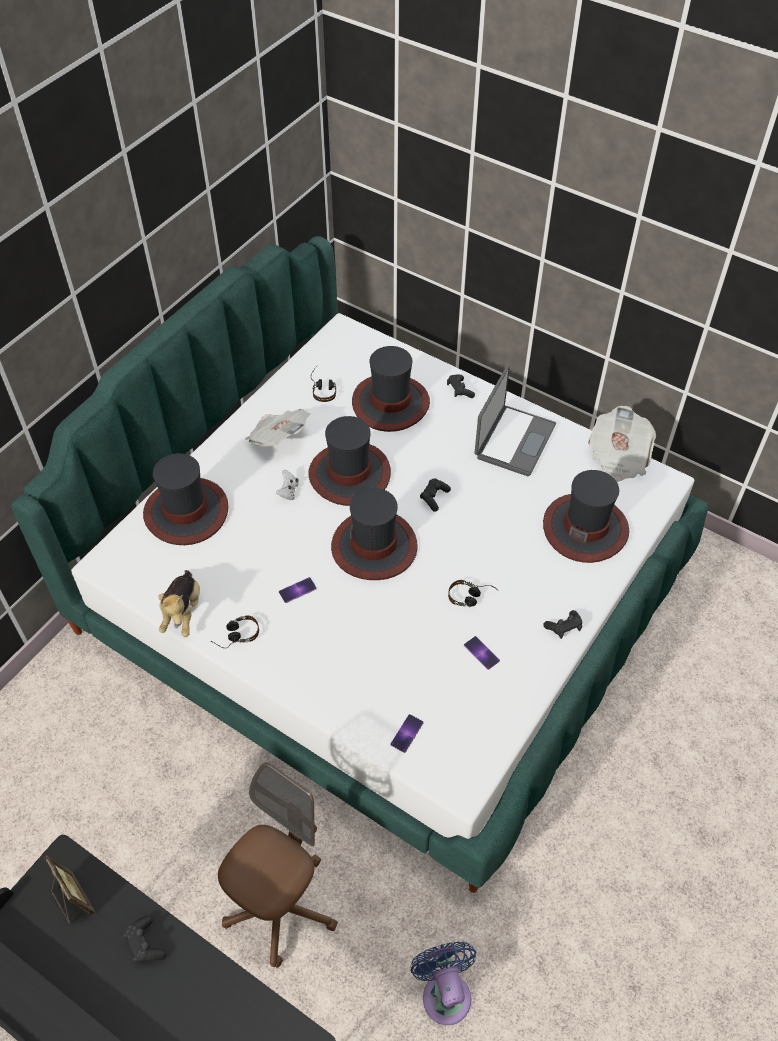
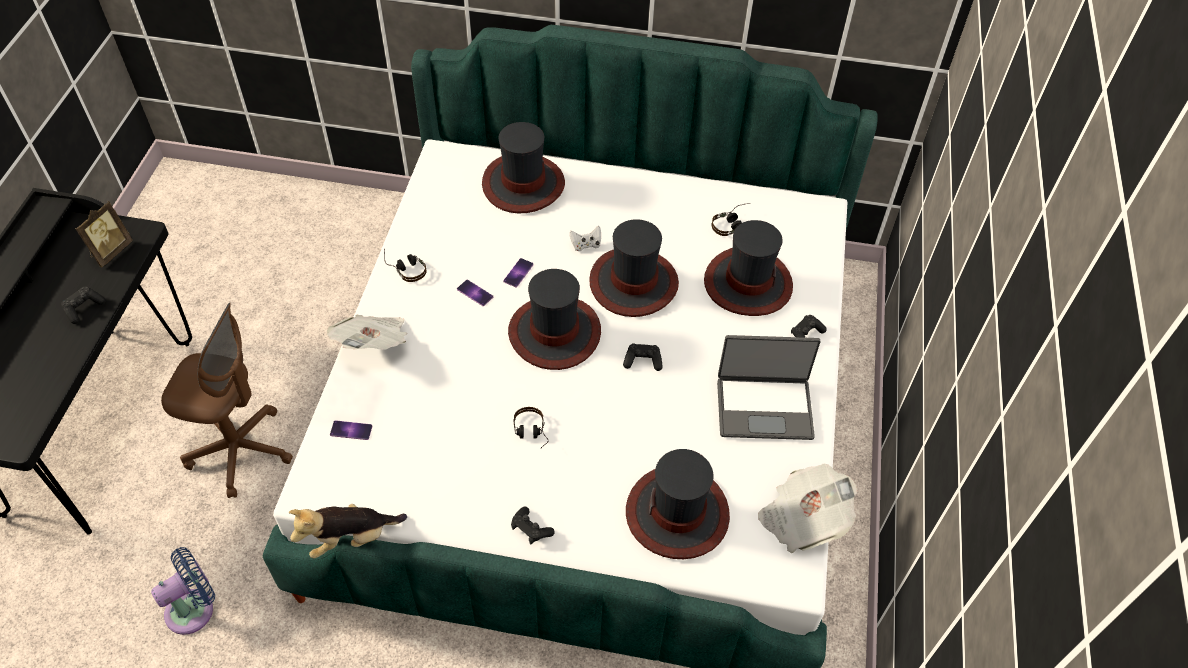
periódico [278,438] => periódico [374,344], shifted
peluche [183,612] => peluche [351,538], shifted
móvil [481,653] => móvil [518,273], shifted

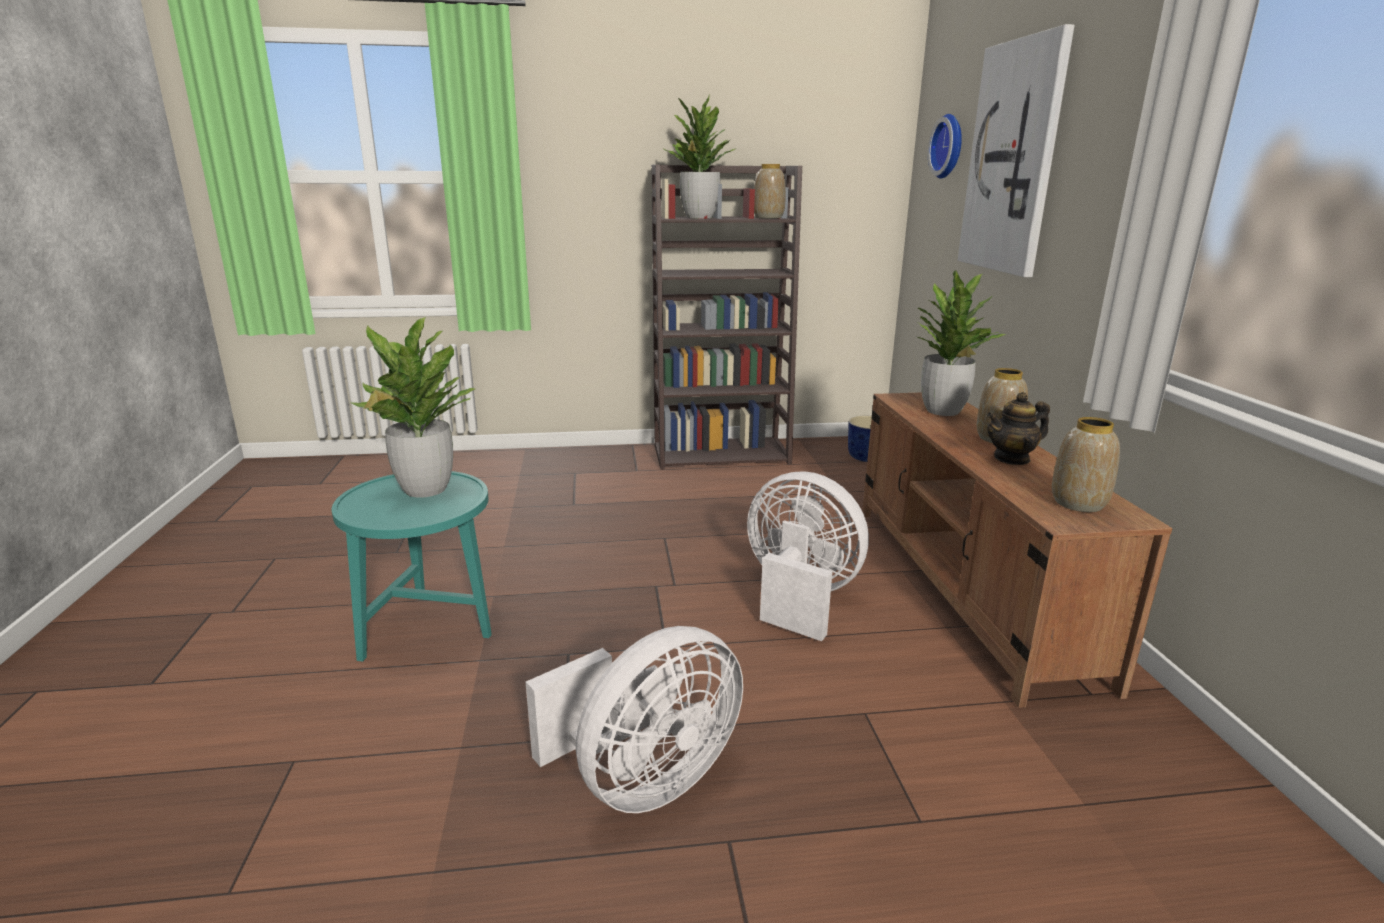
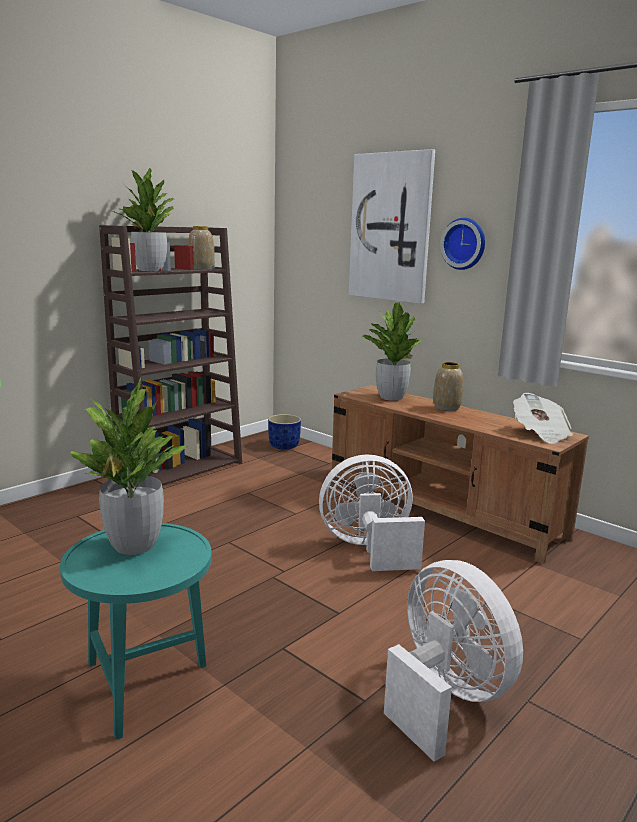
reloj de pared [949,146] => reloj de pared [464,244], shifted
tetera [1012,458] => nothing
florero [1078,504] => periódico [540,433]
ventilador [blanco] [644,781] => ventilador [blanco] [445,697], 45 degrees counterclockwise

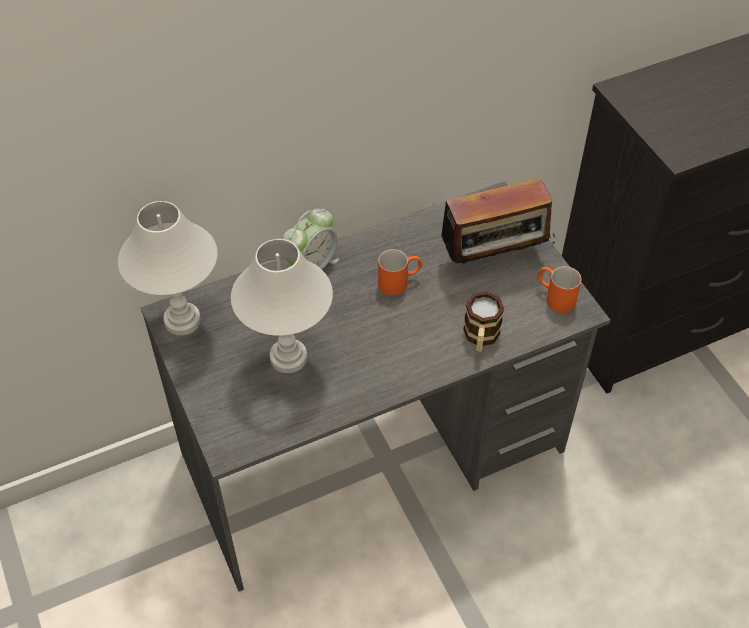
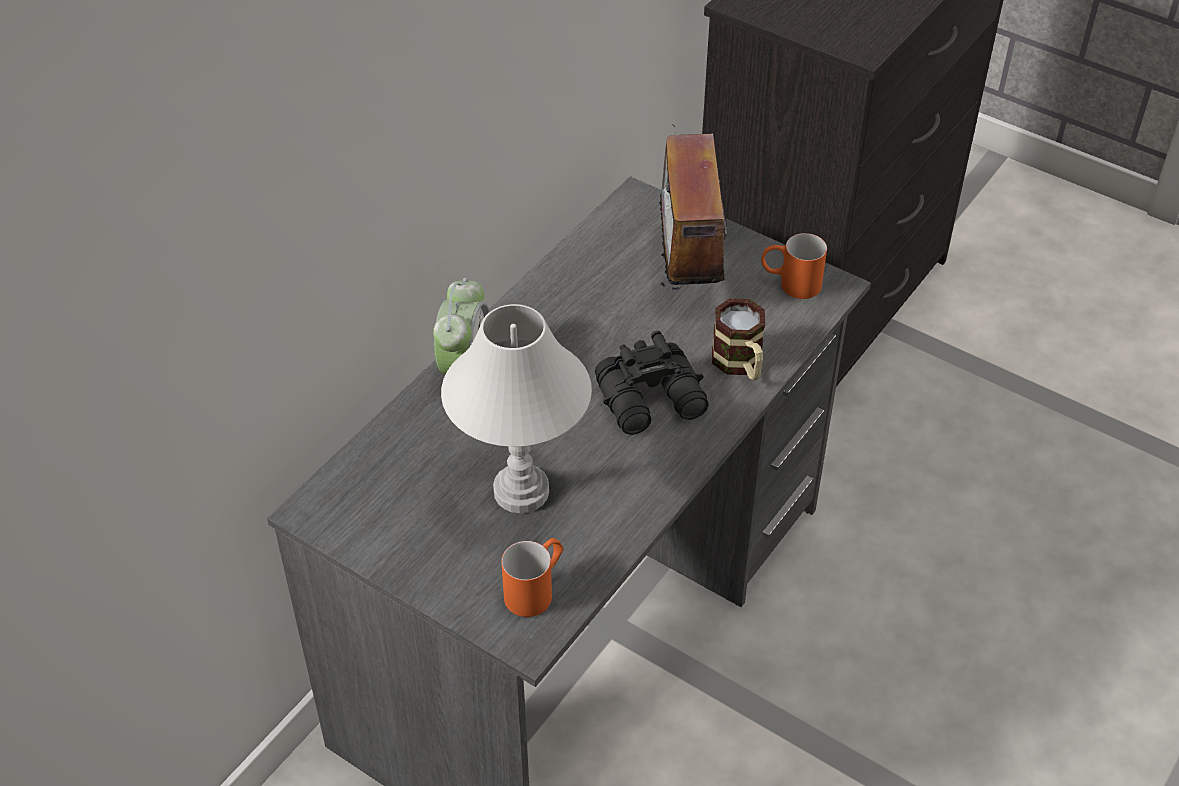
radio [494,259] => radio [687,270], 135 degrees clockwise
lámpara de mesa [blanco] [182,320] => nothing
taza grande [naranja] [400,282] => taza grande [naranja] [536,589], shifted
nothing => prismáticos [negro] [653,401]

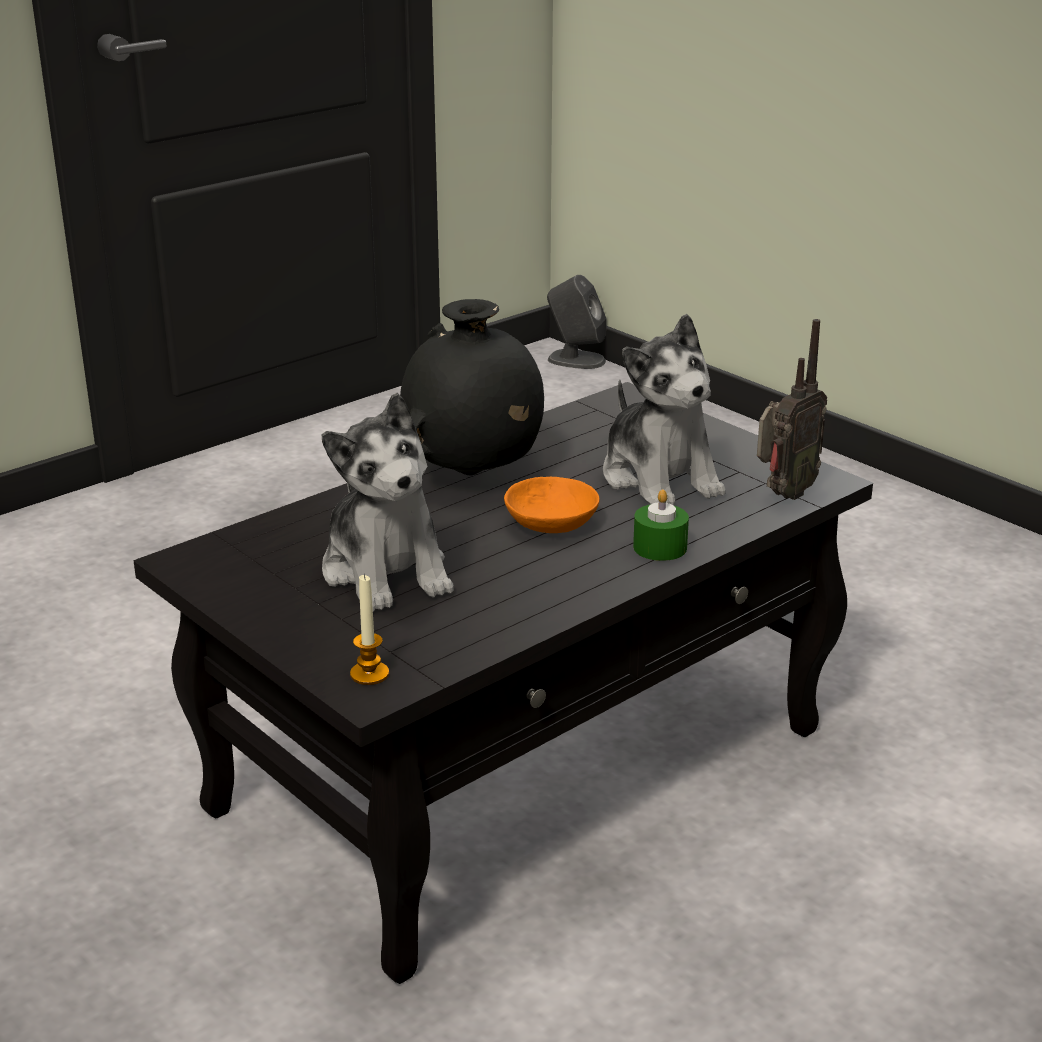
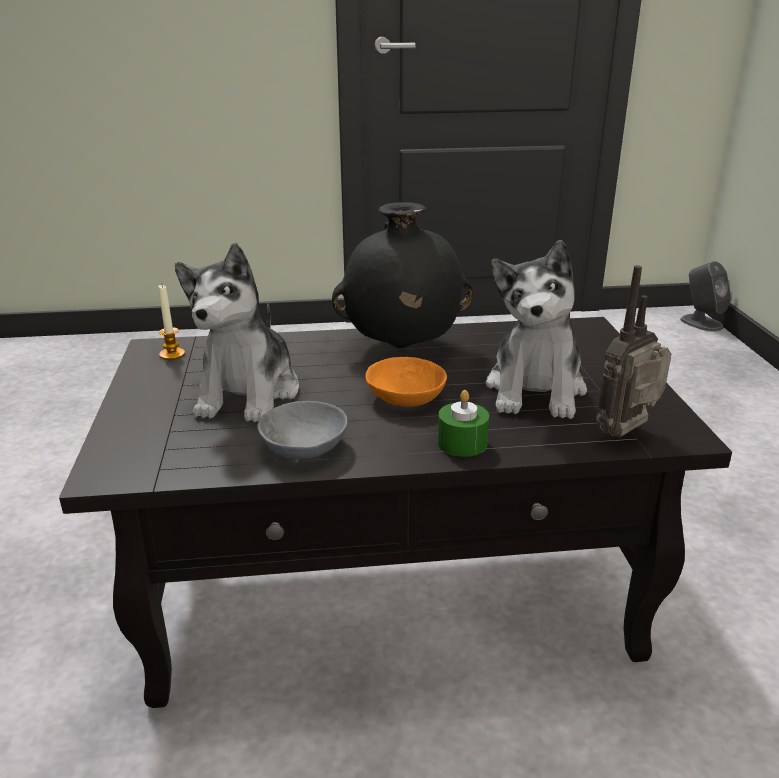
radio [783,494] => radio [628,435], 150 degrees clockwise
vela [369,674] => vela [172,354], shifted
nothing => cuenco [gris] [305,448]

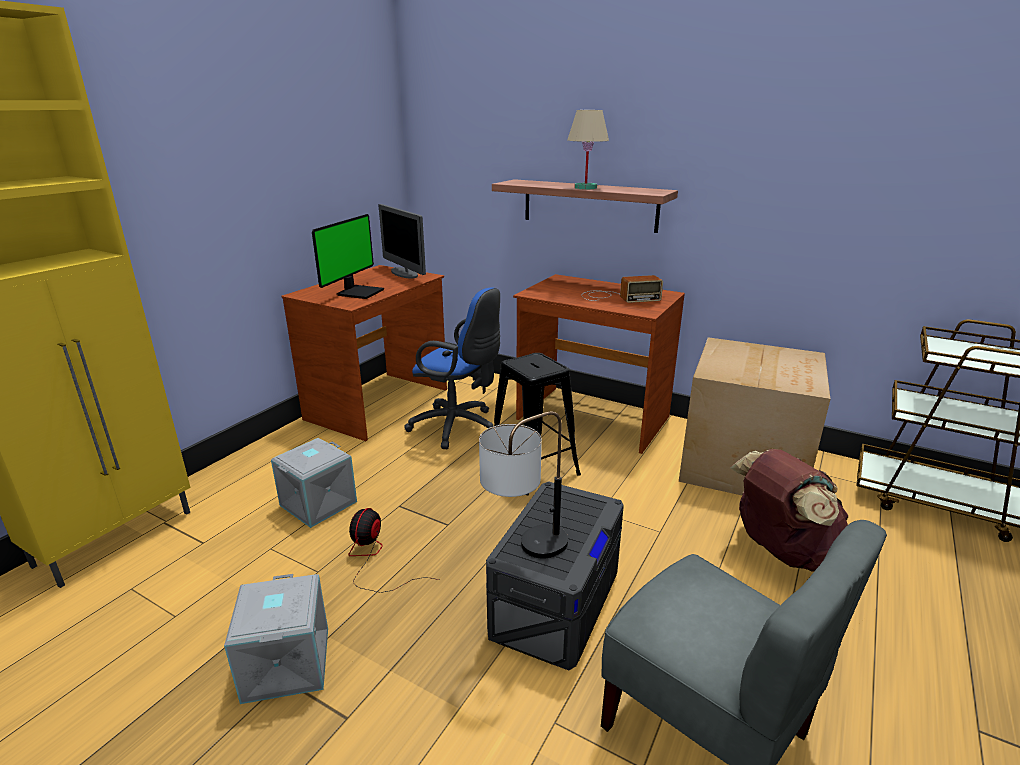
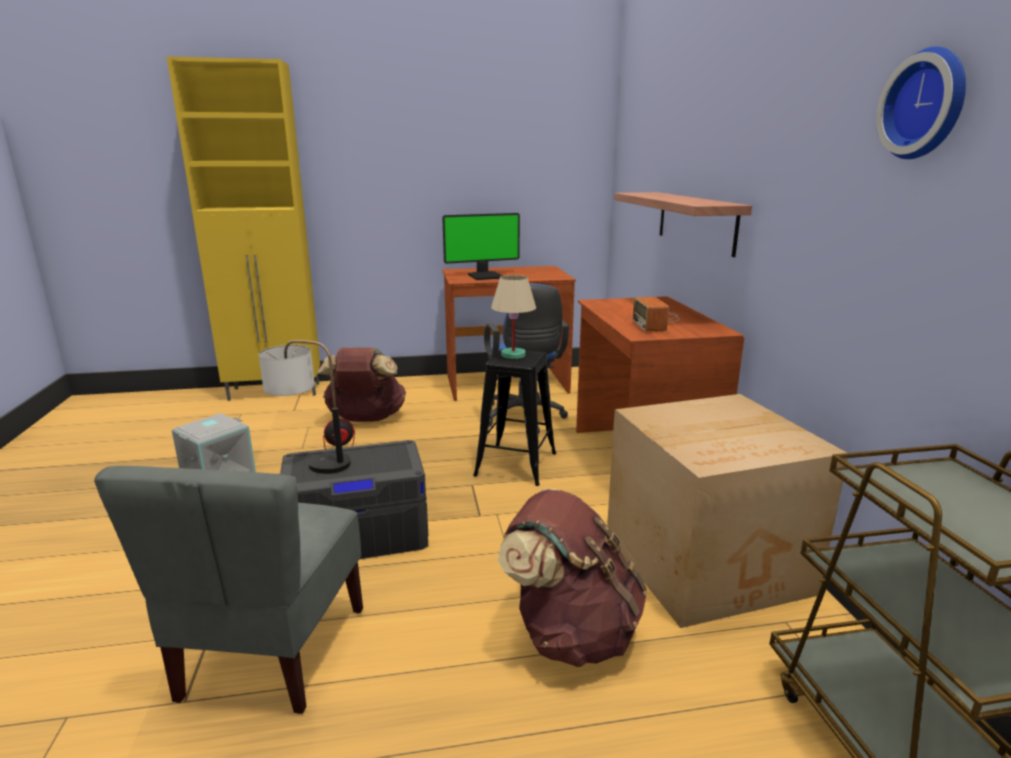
lámpara de mesa [beis] [585,187] => lámpara de mesa [beis] [513,355], shifted
monitor [404,273] => nothing
radio [617,297] => radio [656,320], 45 degrees clockwise
caja de almacenaje [gris] [318,504] => mochila [marrón] [365,419]
nothing => reloj de pared [927,104]

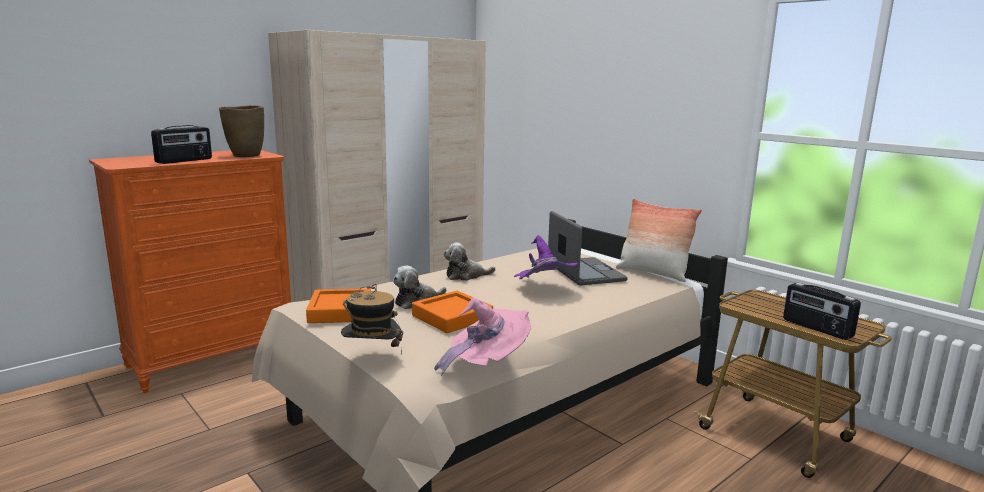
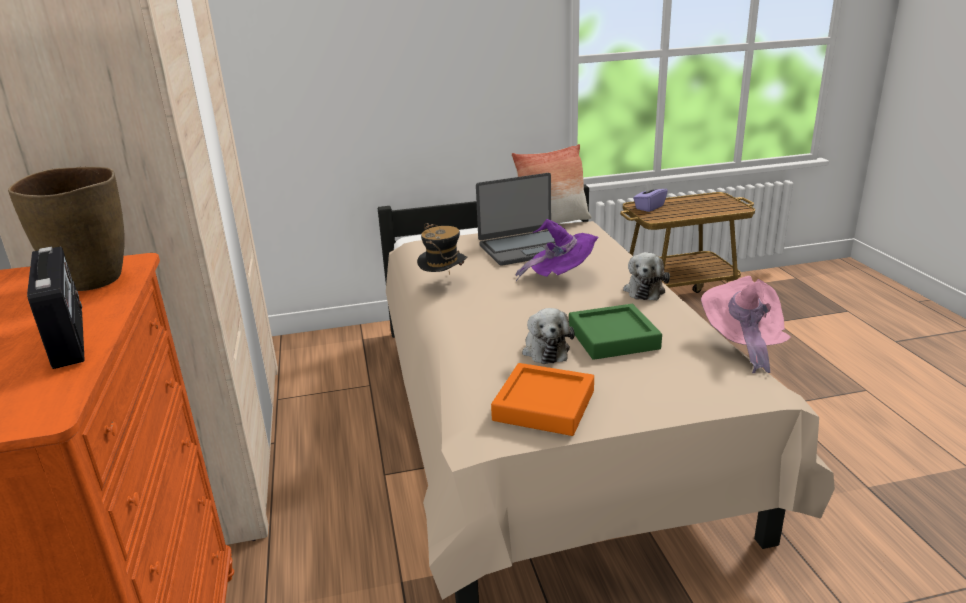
portátil [584,273] => portátil [525,248], 150 degrees clockwise
peluche [466,276] => peluche [644,290], shifted
radio [816,328] => nothing
sombrero [372,358] => sombrero [444,285], shifted
bandeja [naranja] [452,317] => bandeja [verde] [613,338]
nothing => caja de pañuelos [morado] [649,207]

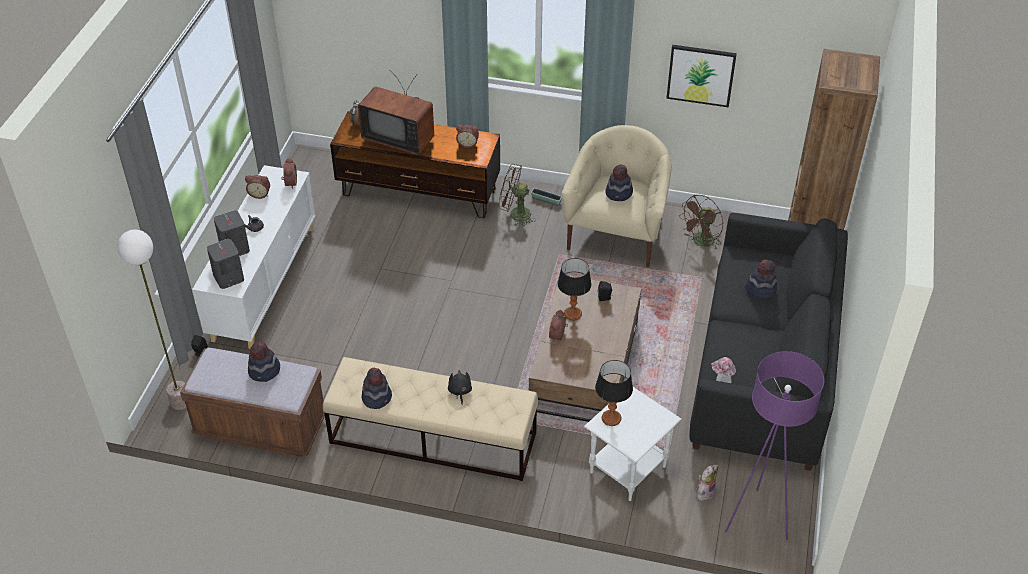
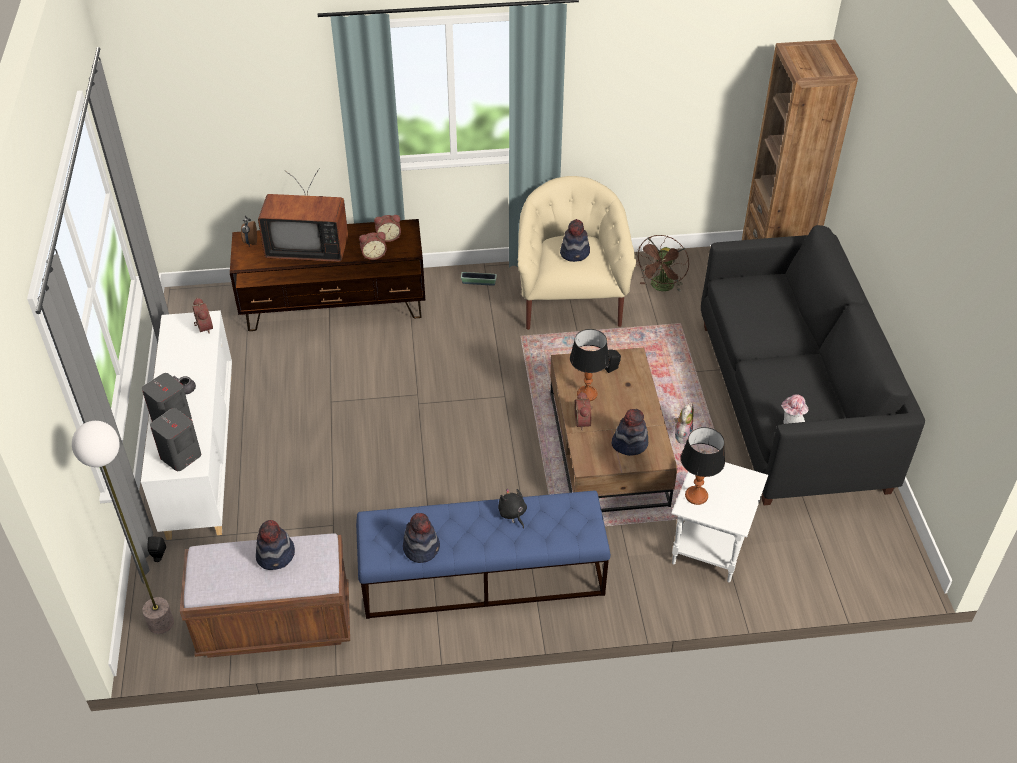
cuadro [701,75] => nothing
ventilador [marrón] [515,214] => nothing
despertador [260,194] => despertador [373,254], shifted
sombrero [760,289] => sombrero [629,443], shifted
lámpara de pie [morado] [756,520] => nothing
banco [beis] [432,438] => banco [azul] [482,577]
peluche [704,491] => peluche [682,435], shifted

